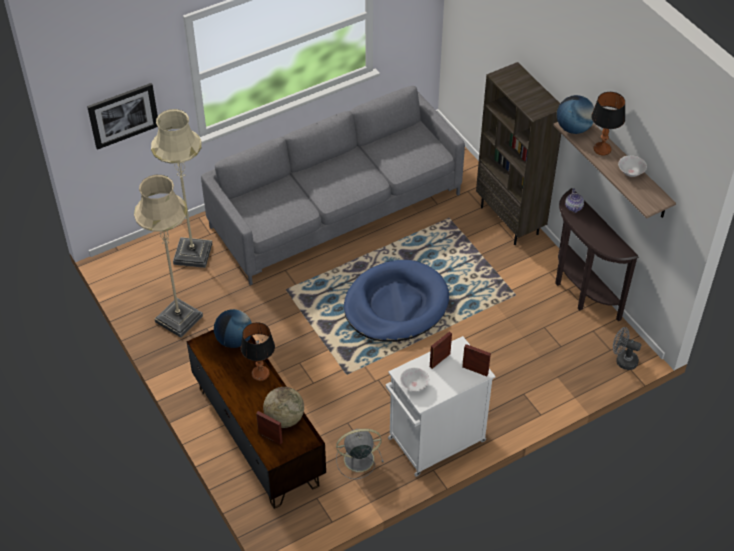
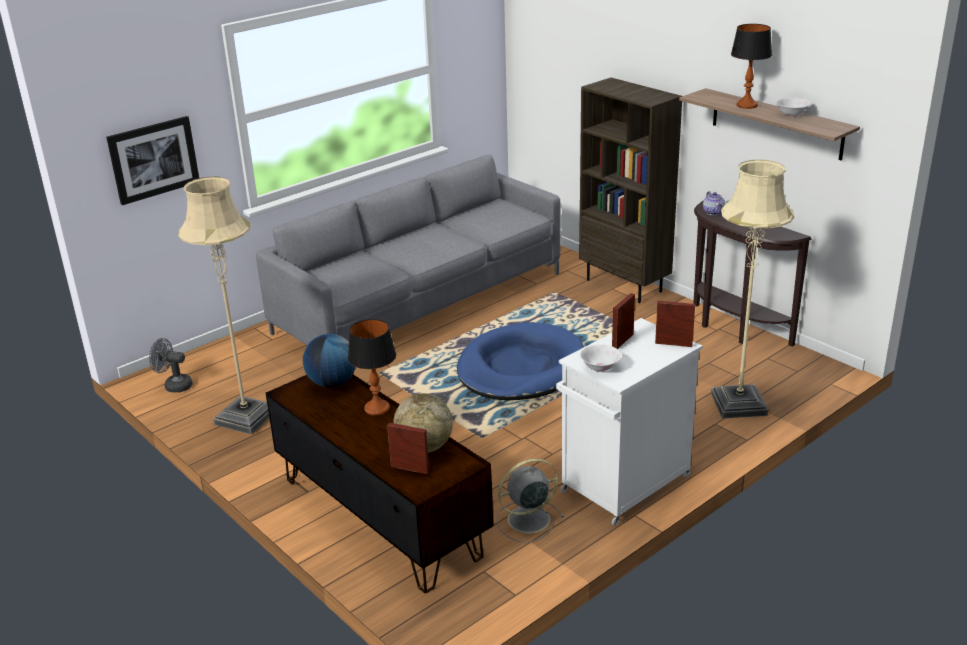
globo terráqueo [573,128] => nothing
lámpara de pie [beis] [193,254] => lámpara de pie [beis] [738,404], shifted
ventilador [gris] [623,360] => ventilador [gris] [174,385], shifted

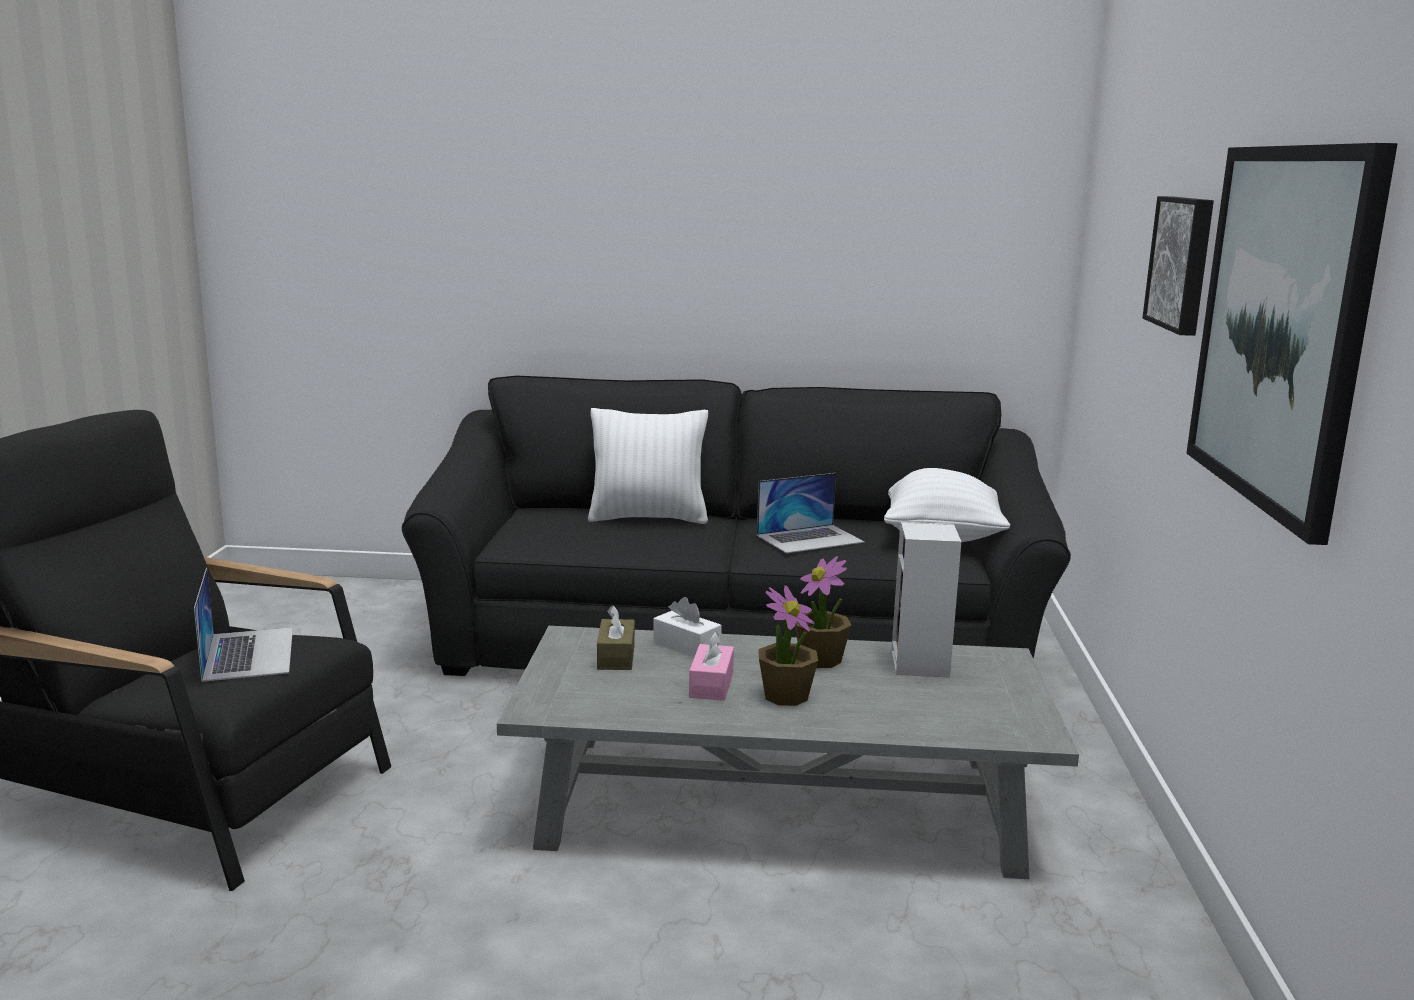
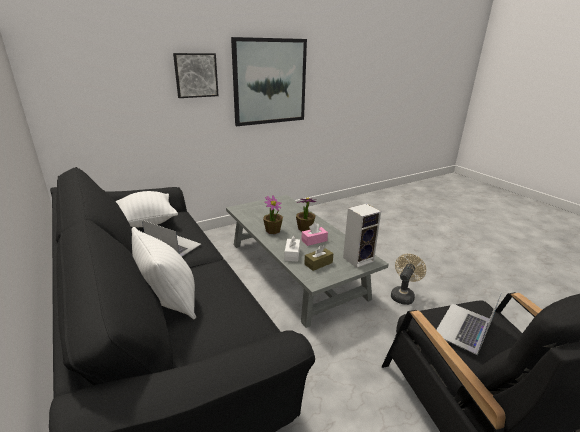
altavoz [921,665] => altavoz [358,259], shifted
nothing => ventilador [beis] [403,295]

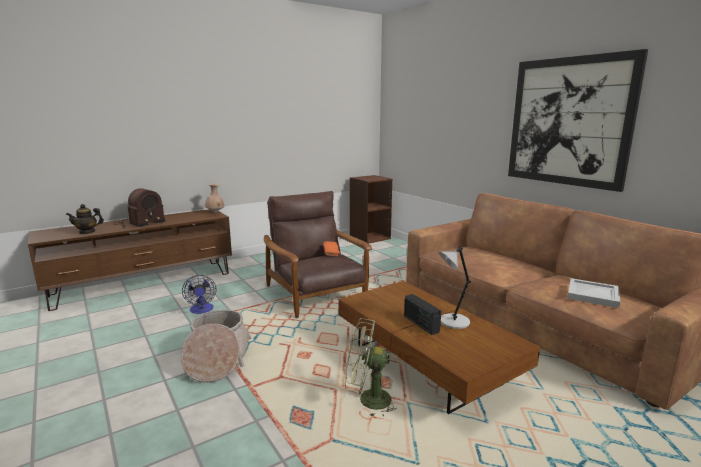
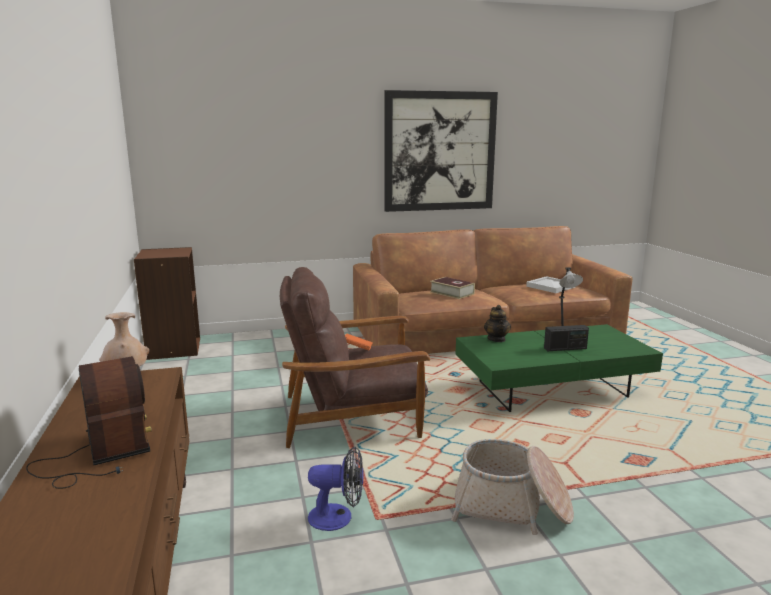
tetera [87,232] => tetera [496,339], shifted
mesa de centro [marrón] [426,364] => mesa de centro [verde] [551,389]
ventilador [verde] [367,400] => nothing
nothing => libro [452,293]

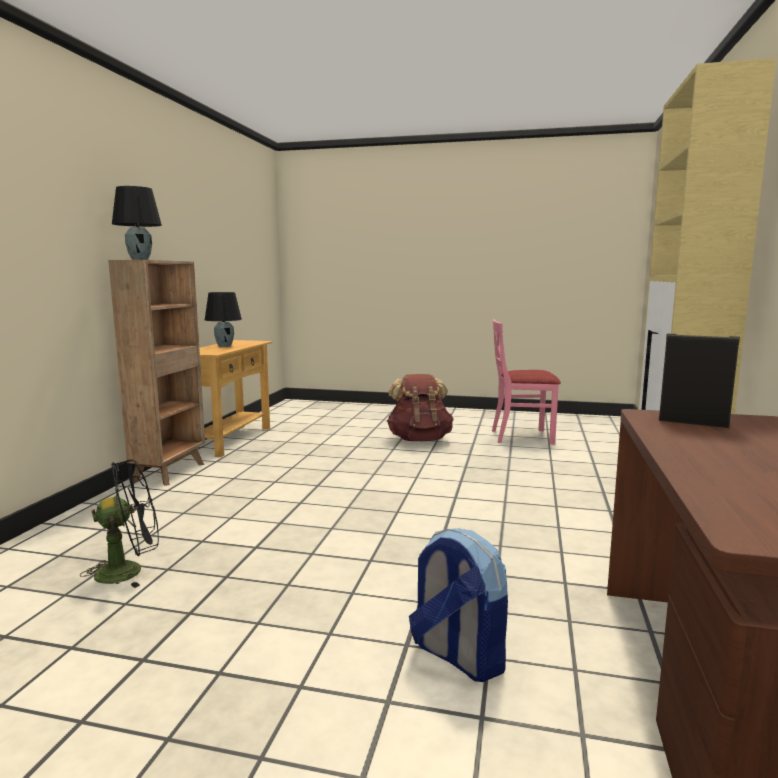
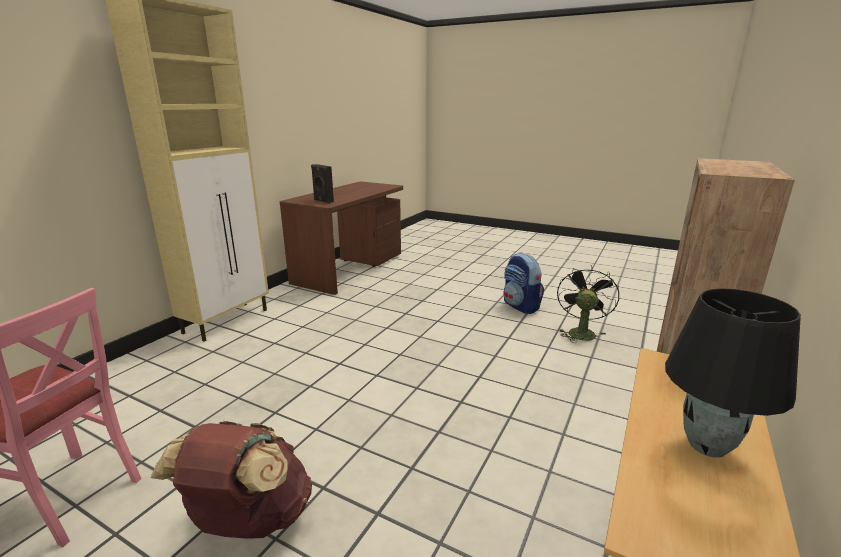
lámpara de mesa [negro] [140,259] => nothing
ventilador [negro] [129,570] => ventilador [negro] [580,332], 120 degrees clockwise
mochila [457,656] => mochila [521,306], shifted

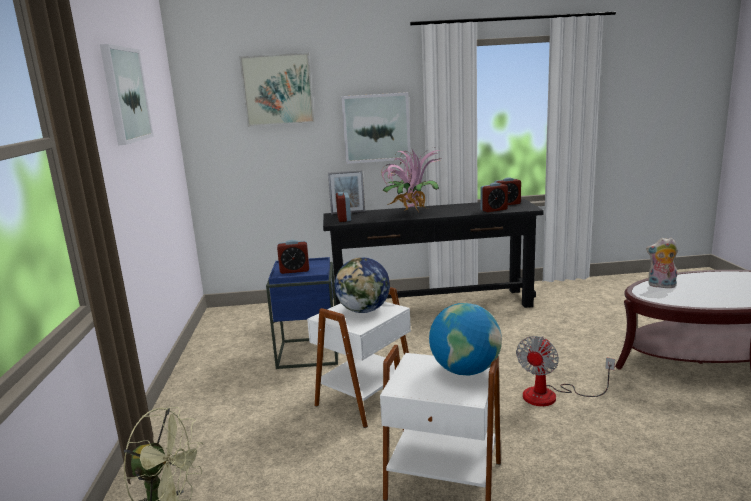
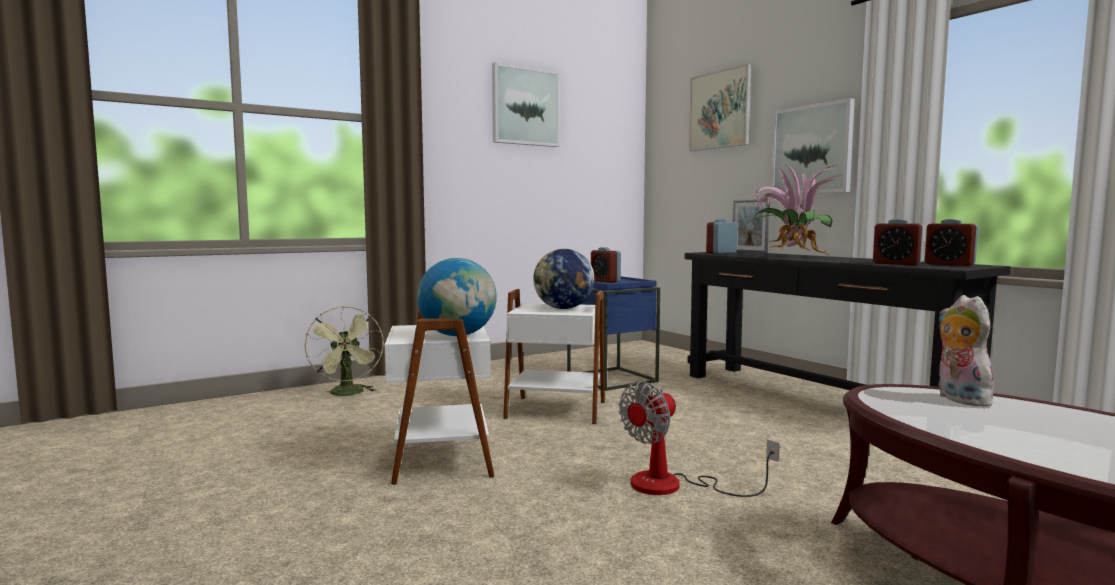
ventilador [551,396] => ventilador [674,486], 45 degrees counterclockwise

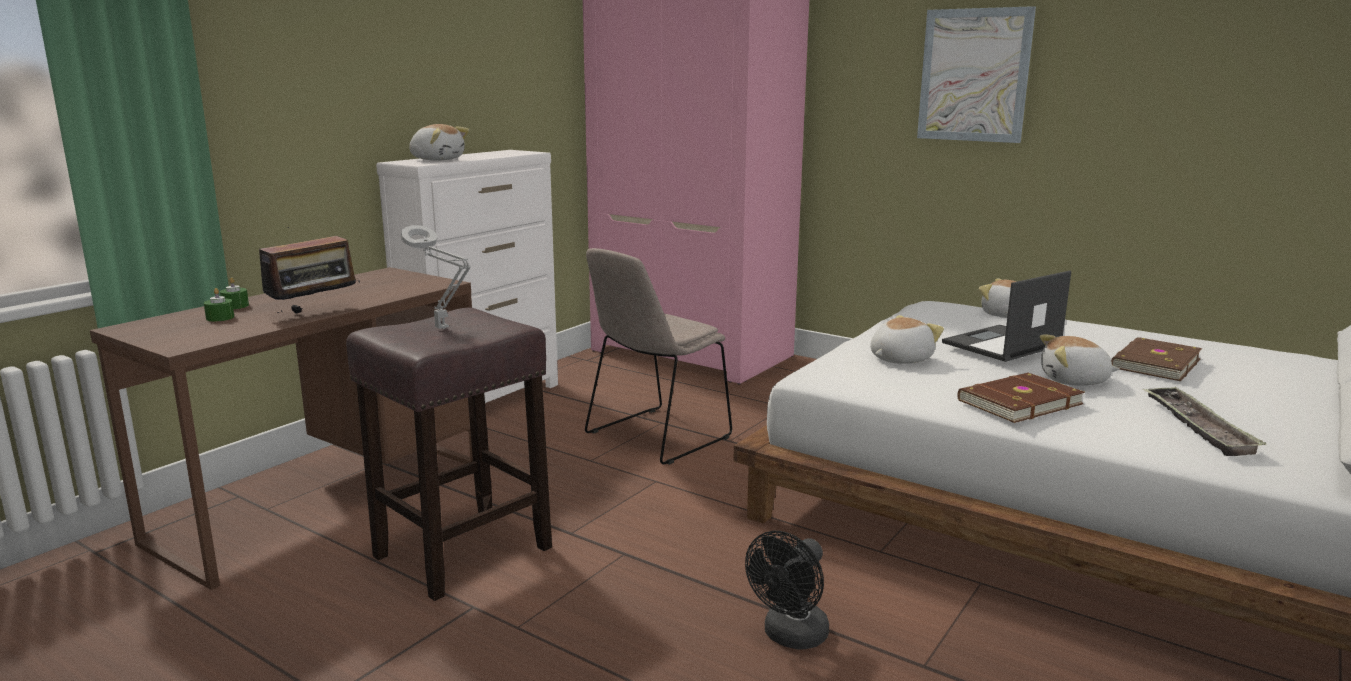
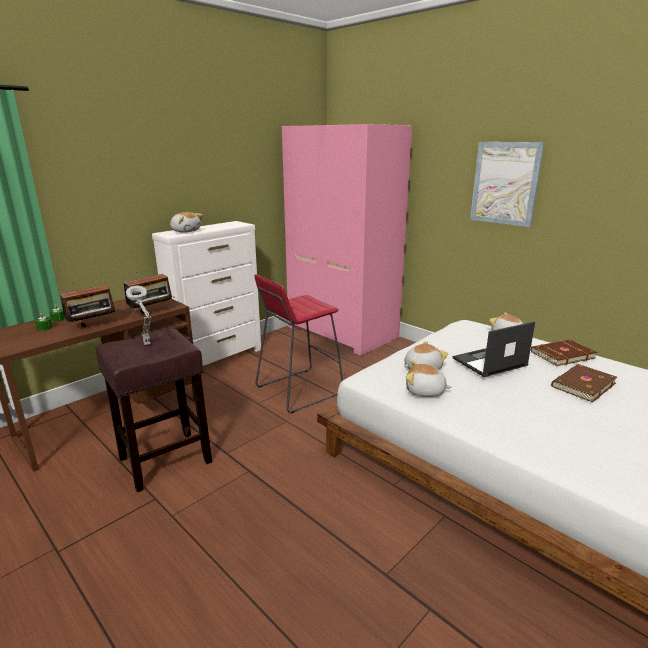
silla [beis] [655,437] => taburete [rojo] [298,390]
peluche [1074,381] => peluche [425,391], shifted
libro [marrón] [1017,402] => libro [marrón] [561,354], shifted
bandeja [1197,426] => nothing
ventilador [negro] [790,637] => nothing
nothing => radio [152,312]

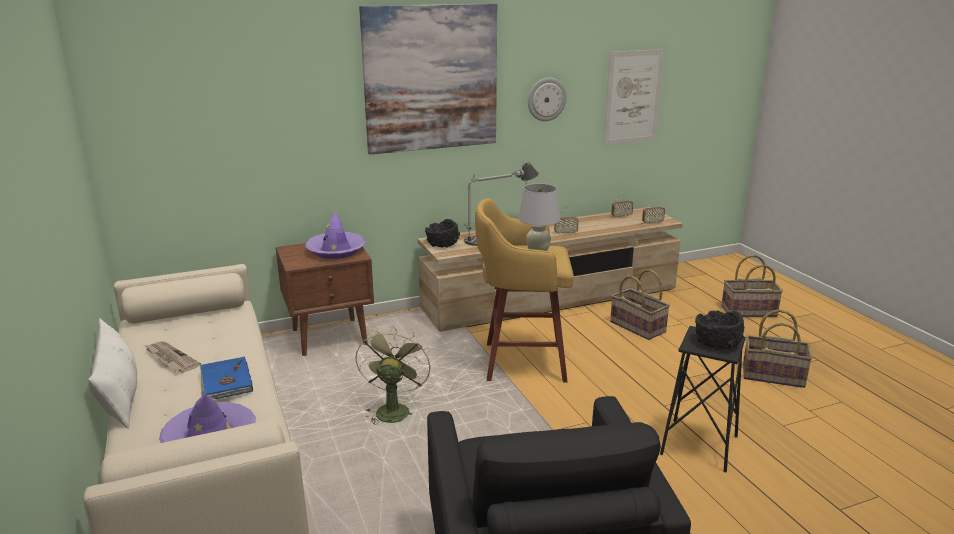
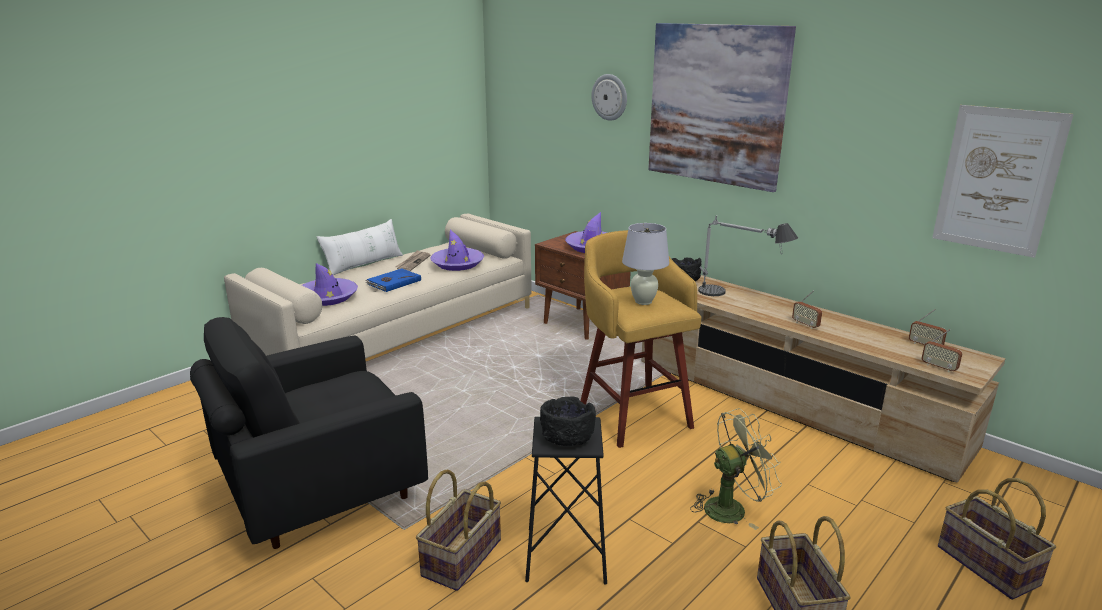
reloj de pared [546,99] => reloj de pared [610,97], shifted
cesta [638,327] => cesta [463,558], shifted
ventilador [verde] [393,409] => ventilador [verde] [732,507], shifted
nothing => sombrero [morado] [457,264]

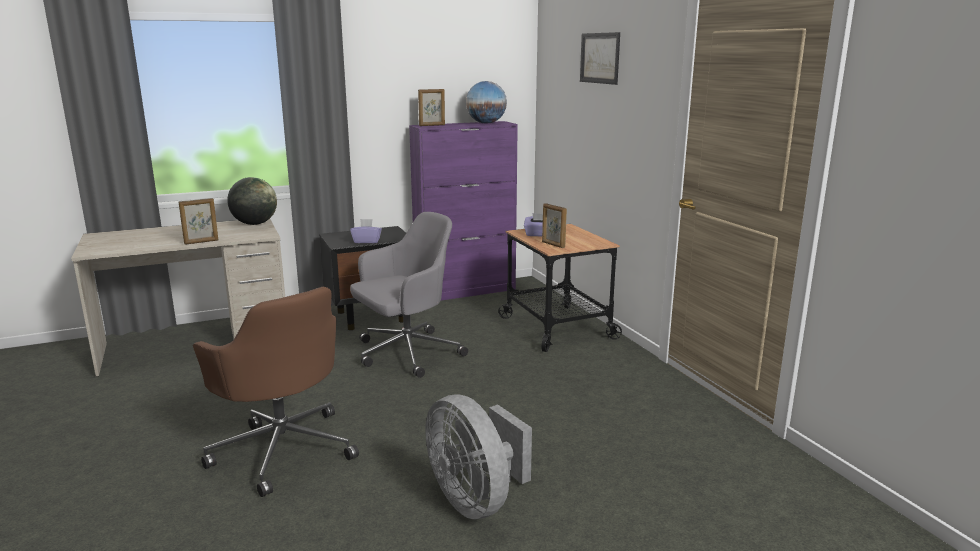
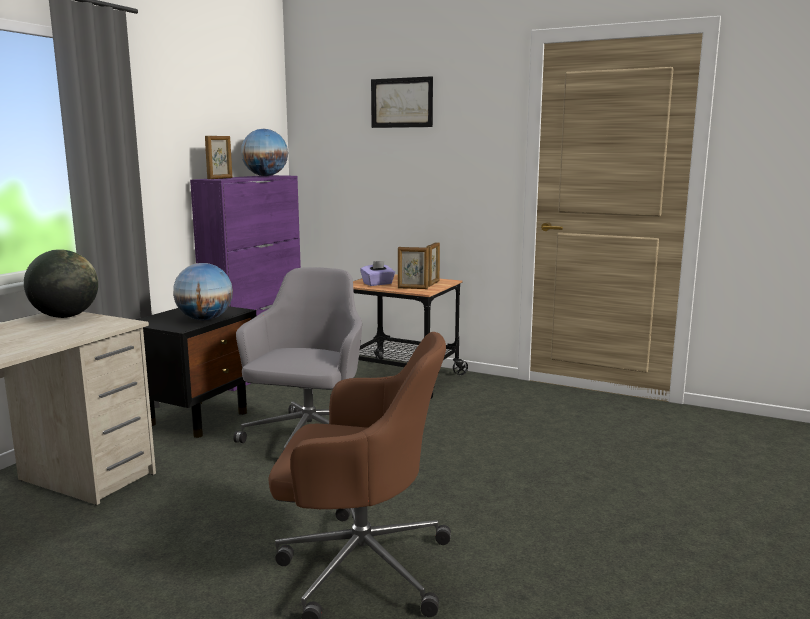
portarretratos [201,242] => portarretratos [433,284], shifted
caja de pañuelos [morado] [367,241] => globo terráqueo [205,319]
ventilador [gris] [476,500] => nothing

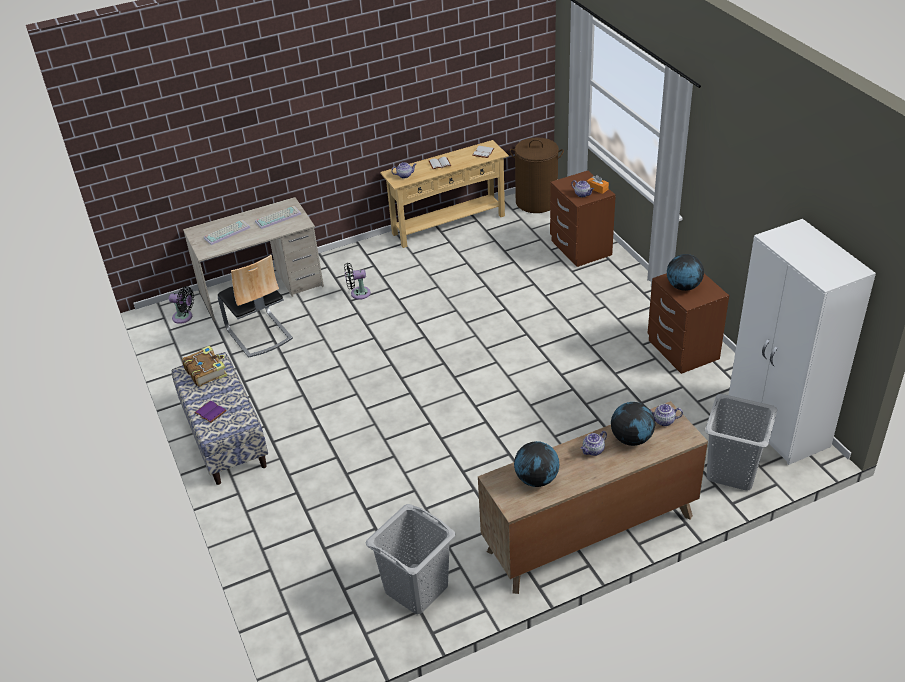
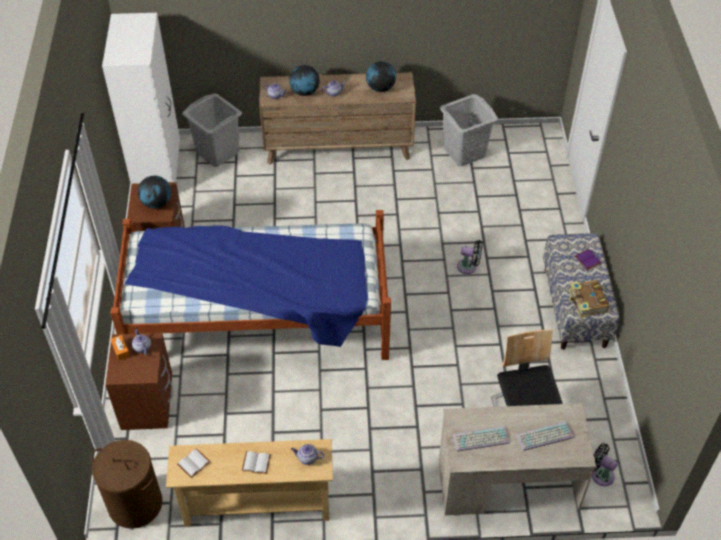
ventilador [negro] [358,293] => ventilador [negro] [469,267], shifted
nothing => cama [259,319]

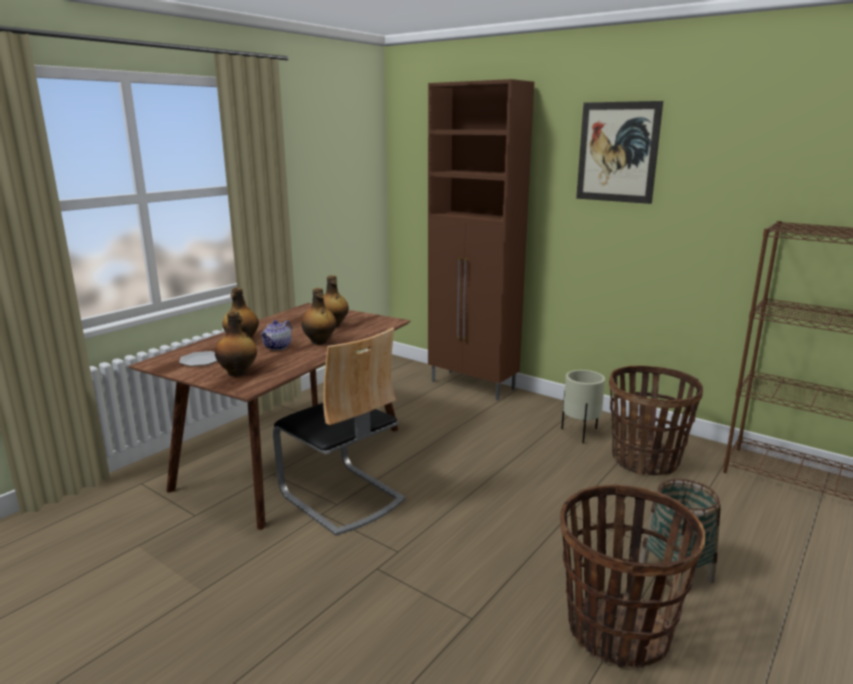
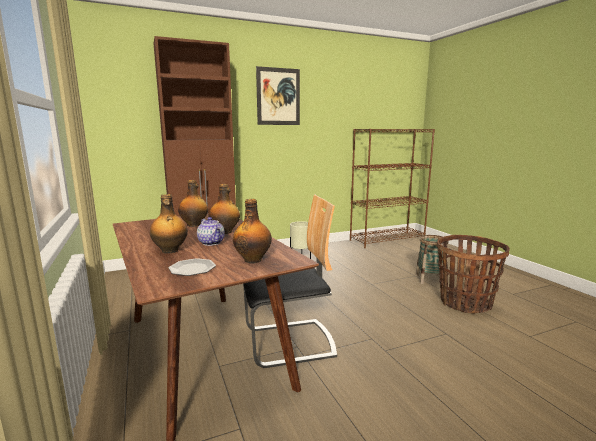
cesta [645,460] => nothing

